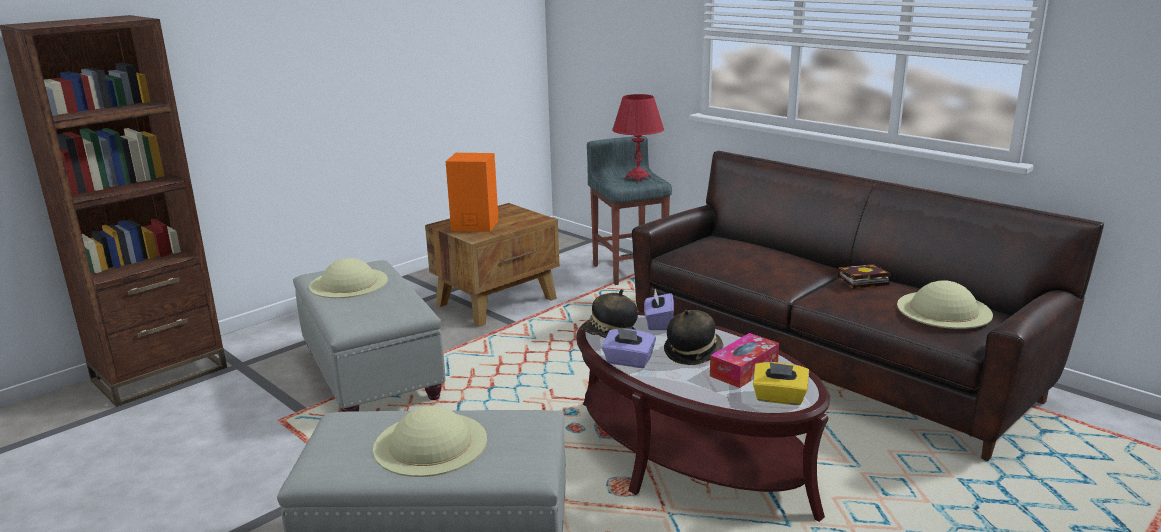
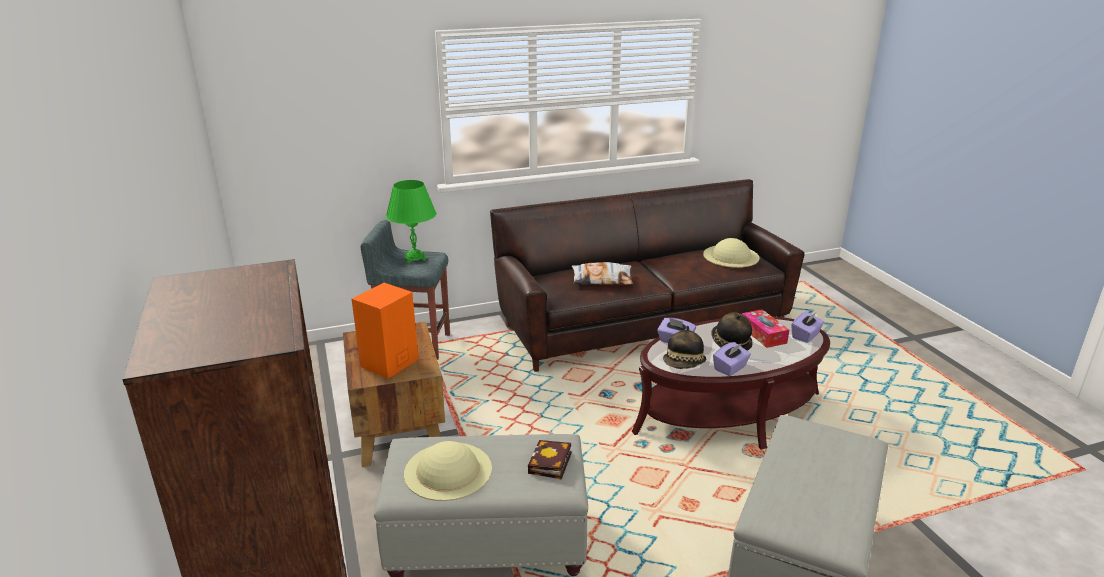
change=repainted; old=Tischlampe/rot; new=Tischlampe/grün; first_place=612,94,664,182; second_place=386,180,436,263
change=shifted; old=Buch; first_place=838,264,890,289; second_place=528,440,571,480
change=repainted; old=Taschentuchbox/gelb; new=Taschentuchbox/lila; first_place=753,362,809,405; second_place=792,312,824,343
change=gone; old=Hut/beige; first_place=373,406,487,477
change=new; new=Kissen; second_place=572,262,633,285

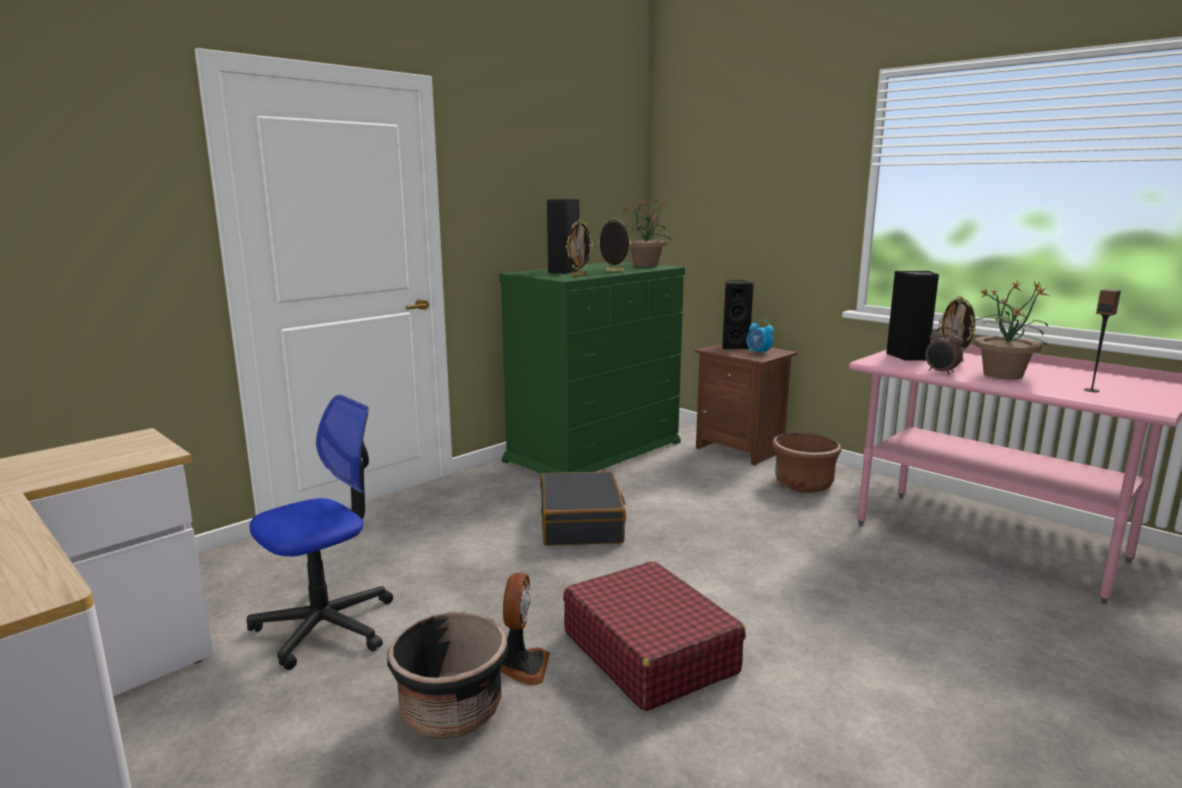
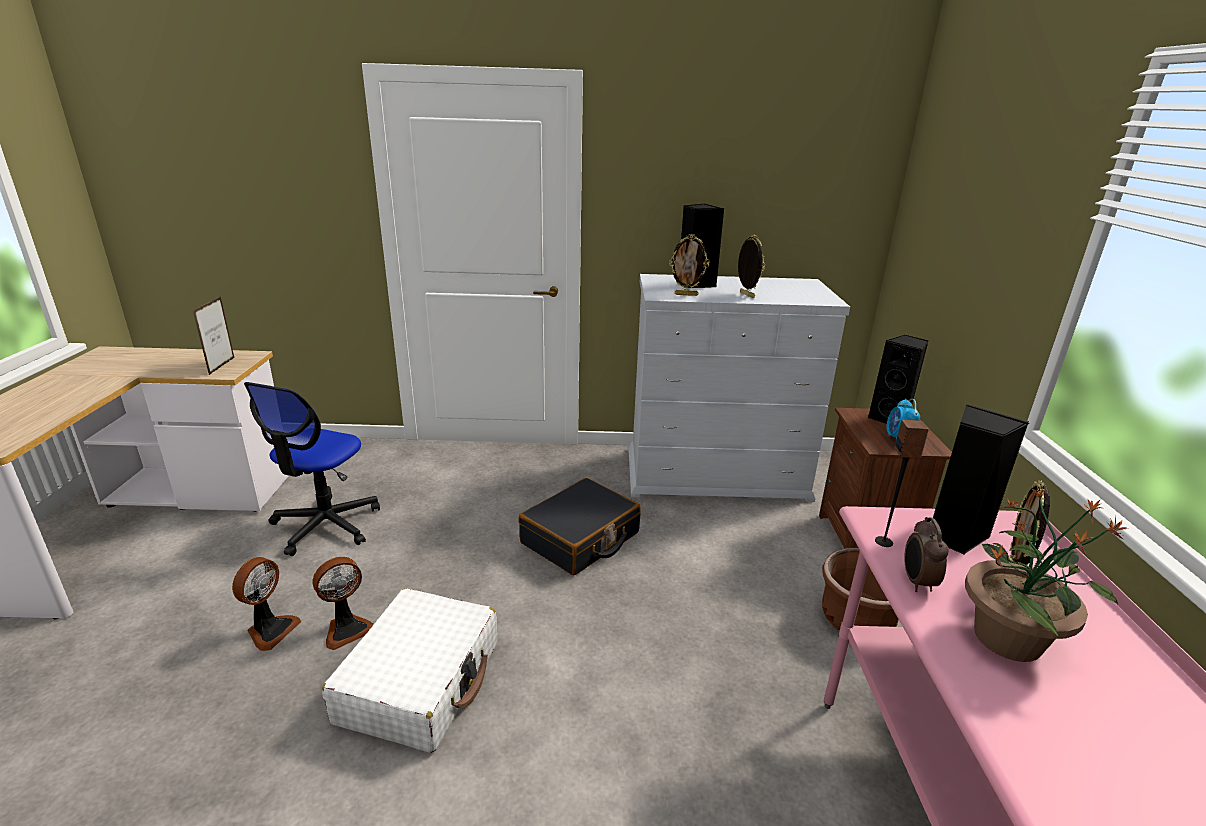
change=gone; old=Topfpflanze; first_place=621,199,672,267
change=repainted; old=Kommode/grün; new=Kommode/weiß; first_place=499,262,685,474; second_place=628,274,850,502
change=shifted; old=Lautsprecher; first_place=1084,289,1121,392; second_place=875,420,929,547
change=rotated; old=Bürostuhl; first_place=247,395,393,670; second_place=244,382,380,556; degrees=105
change=repainted; old=Koffer/rot; new=Koffer/weiß; first_place=563,561,746,711; second_place=322,588,497,753
change=swapped; old=Pflanzkübel/schwarz; new=Ventilator; first_place=387,613,508,739; second_place=232,557,301,651
change=new; new=Bilderrahmen; second_place=193,296,235,375

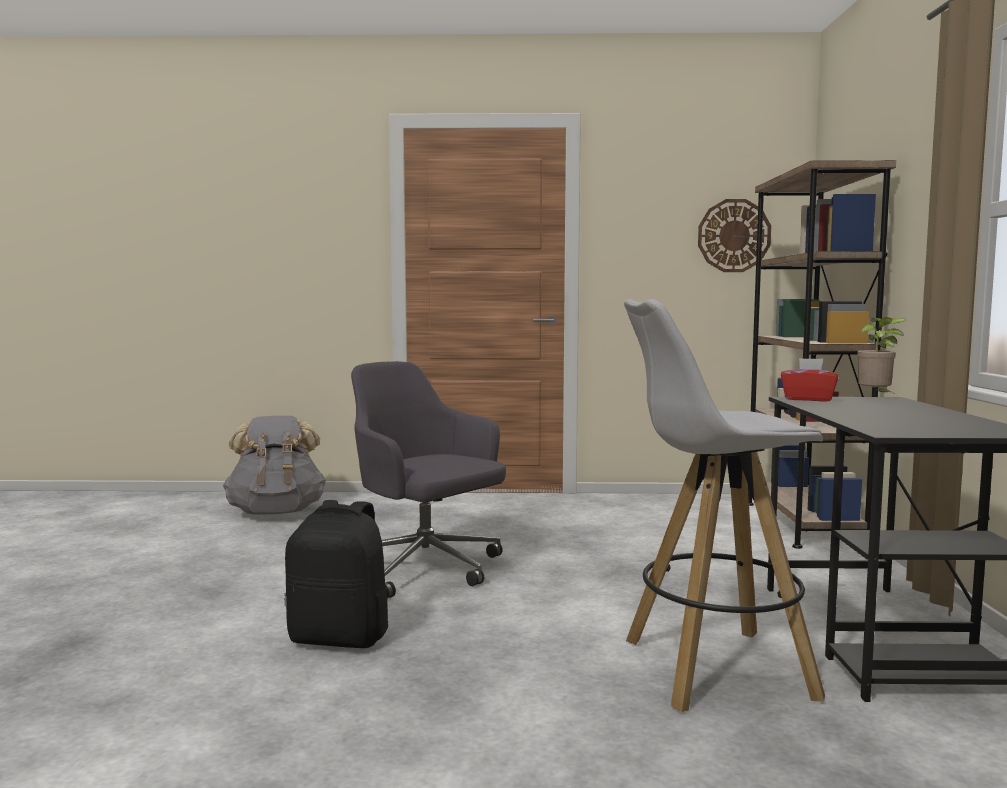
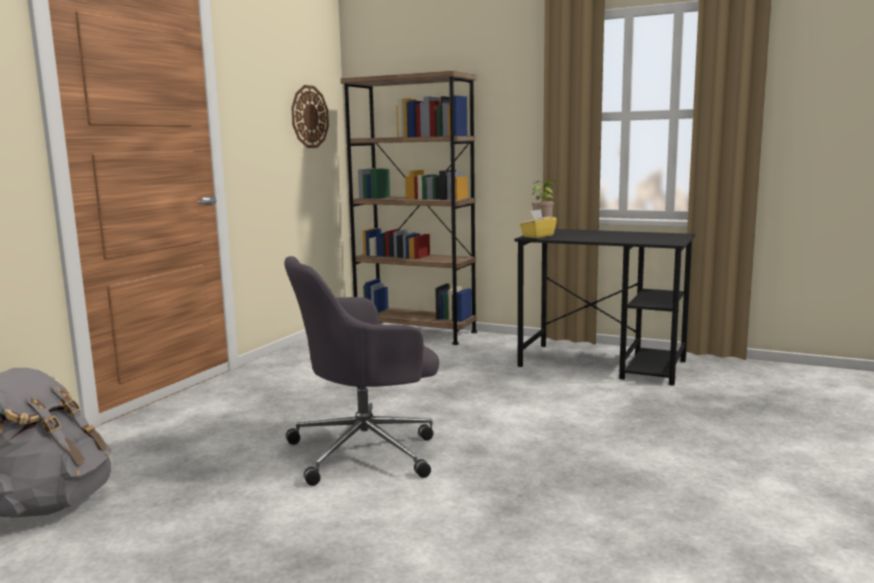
change=gone; old=Hocker/weiß; first_place=624,299,825,712
change=repainted; old=Taschentuchbox/rot; new=Taschentuchbox/gelb; first_place=781,358,838,402; second_place=520,209,557,238
change=gone; old=Rucksack/schwarz; first_place=285,500,388,648

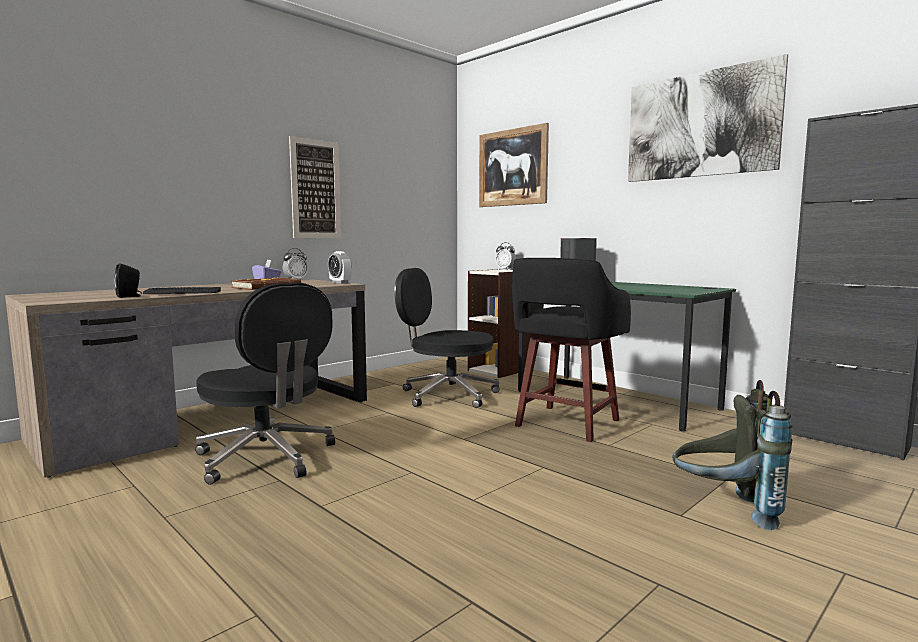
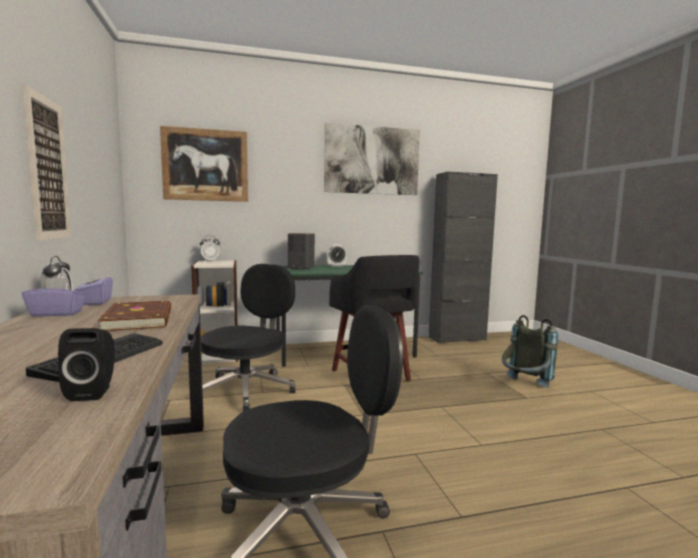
change=shifted; old=Wecker; first_place=328,251,352,284; second_place=326,244,347,267
change=rotated; old=Bürostuhl/schwarz; first_place=394,268,500,408; second_place=201,264,296,412; degrees=150
change=new; new=Taschentuchbox/lila; second_place=75,270,113,305

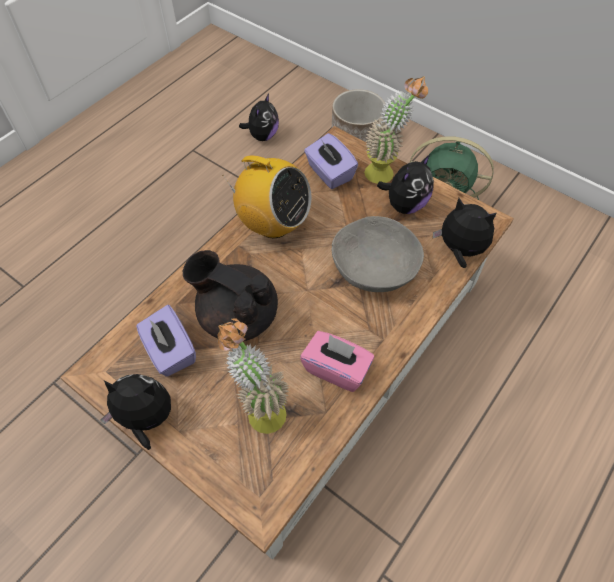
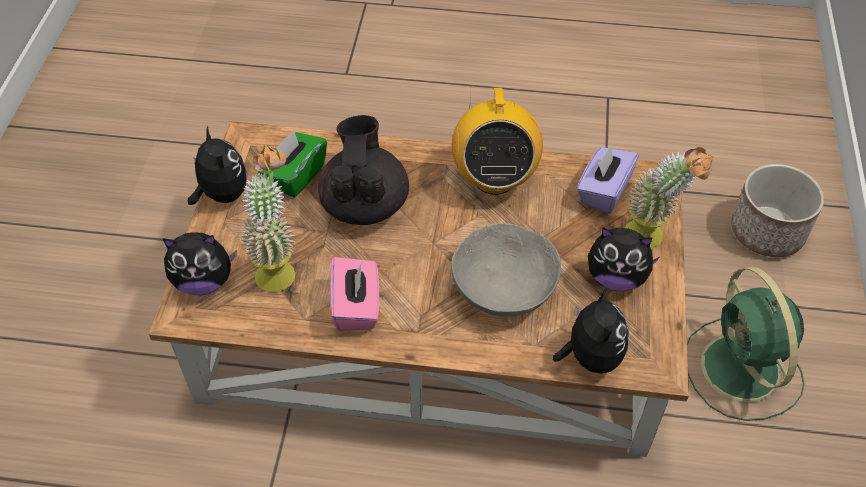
change=shifted; old=Plüschtier; first_place=239,94,279,141; second_place=163,232,237,295
change=repainted; old=Taschentuchbox/lila; new=Taschentuchbox/grün; first_place=136,305,196,376; second_place=259,130,327,198

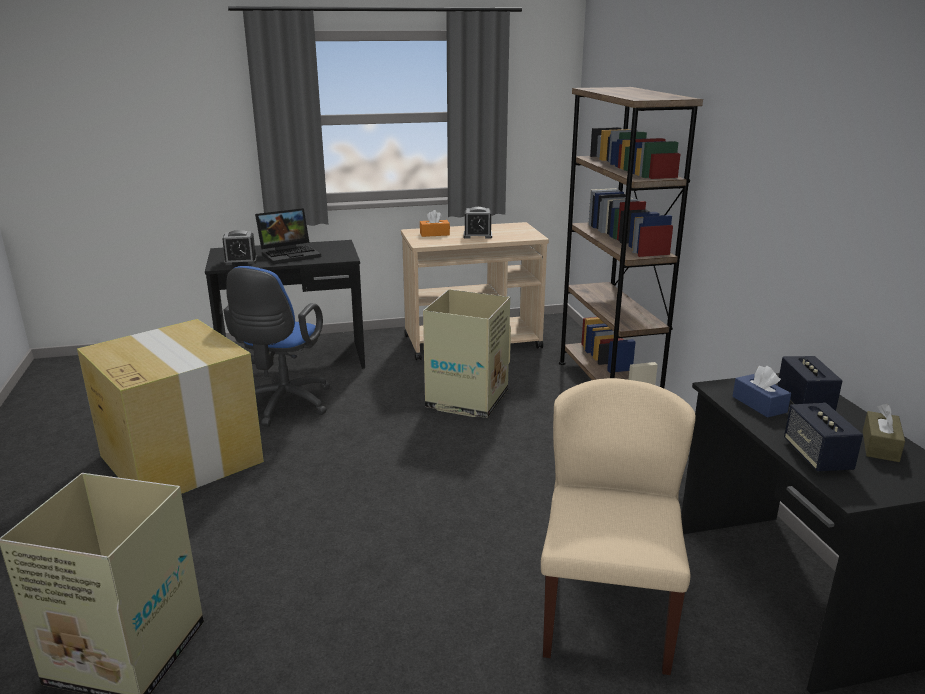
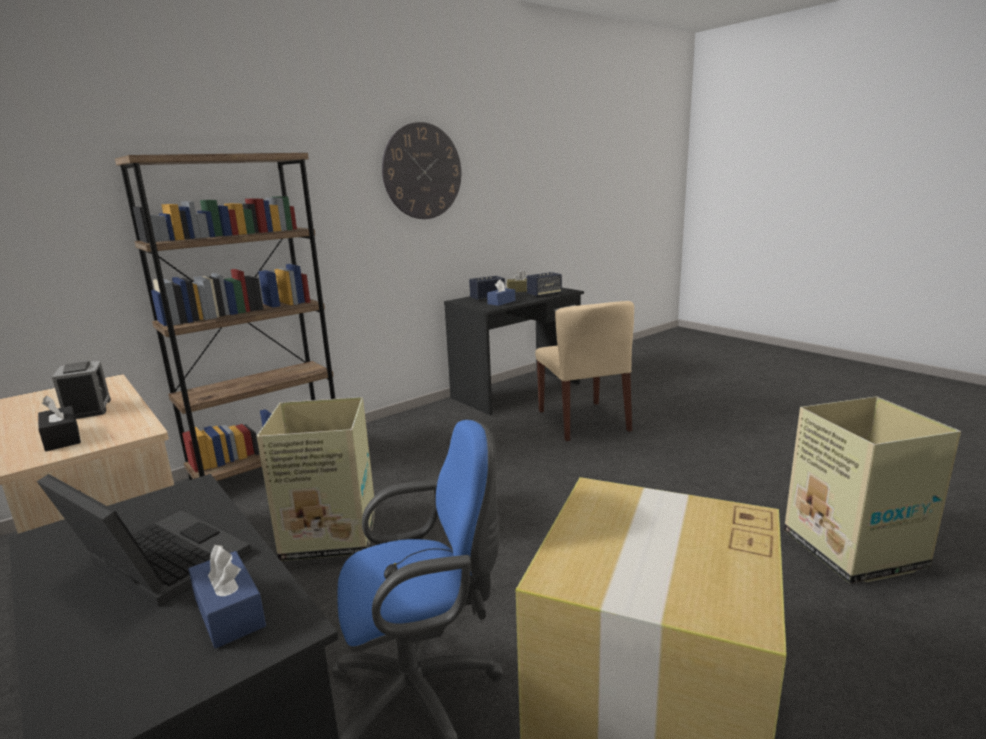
change=repainted; old=Taschentuchbox/orange; new=Taschentuchbox/schwarz; first_place=420,210,450,237; second_place=38,395,81,451
change=swapped; old=Wecker; new=Taschentuchbox/blau; first_place=222,230,257,265; second_place=188,545,266,649
change=rotated; old=Stuhl/beige; first_place=541,378,696,675; second_place=535,301,634,441; degrees=-90
change=new; new=Wanduhr; second_place=382,122,461,219

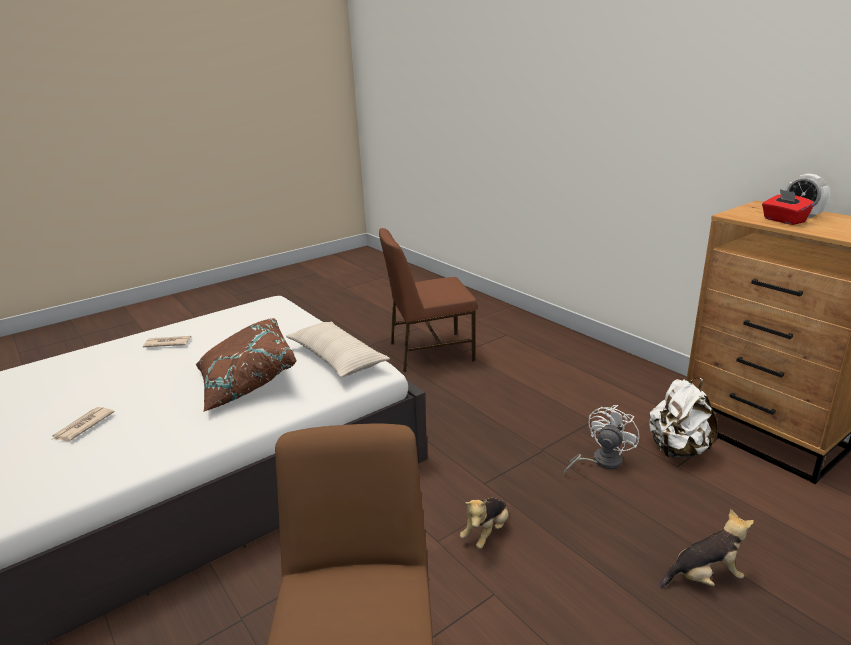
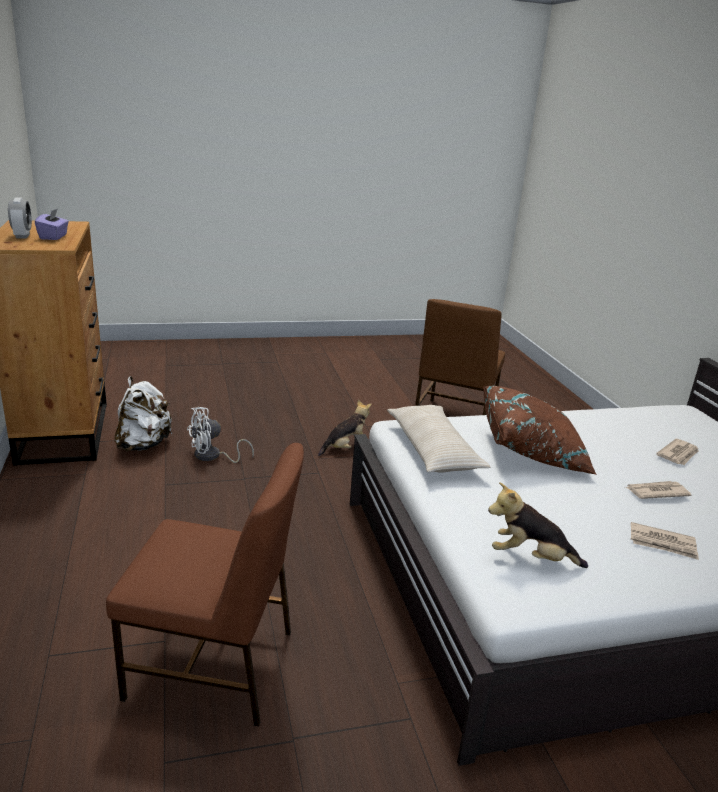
change=repainted; old=Taschentuchbox/rot; new=Taschentuchbox/lila; first_place=762,189,814,225; second_place=35,208,69,240
change=shifted; old=Plüschtier; first_place=660,509,754,588; second_place=488,482,588,568
change=new; new=Zeitung; second_place=626,481,691,499

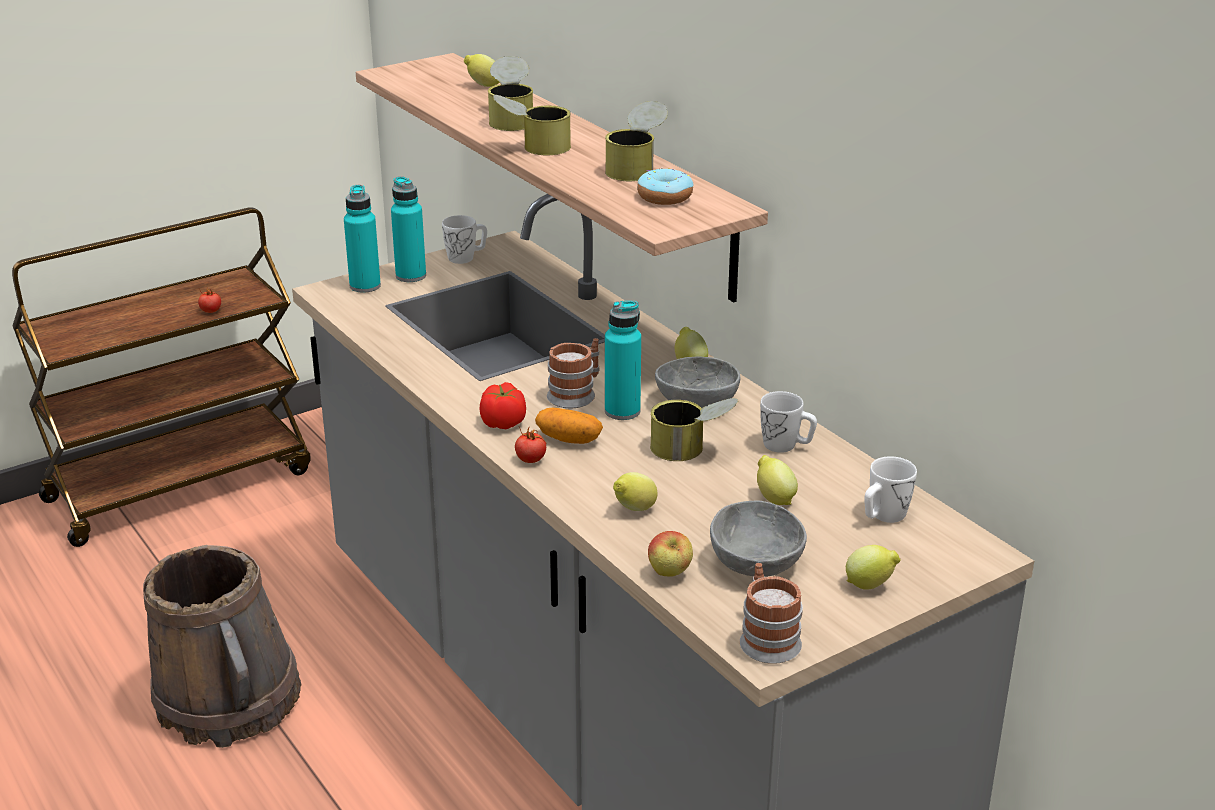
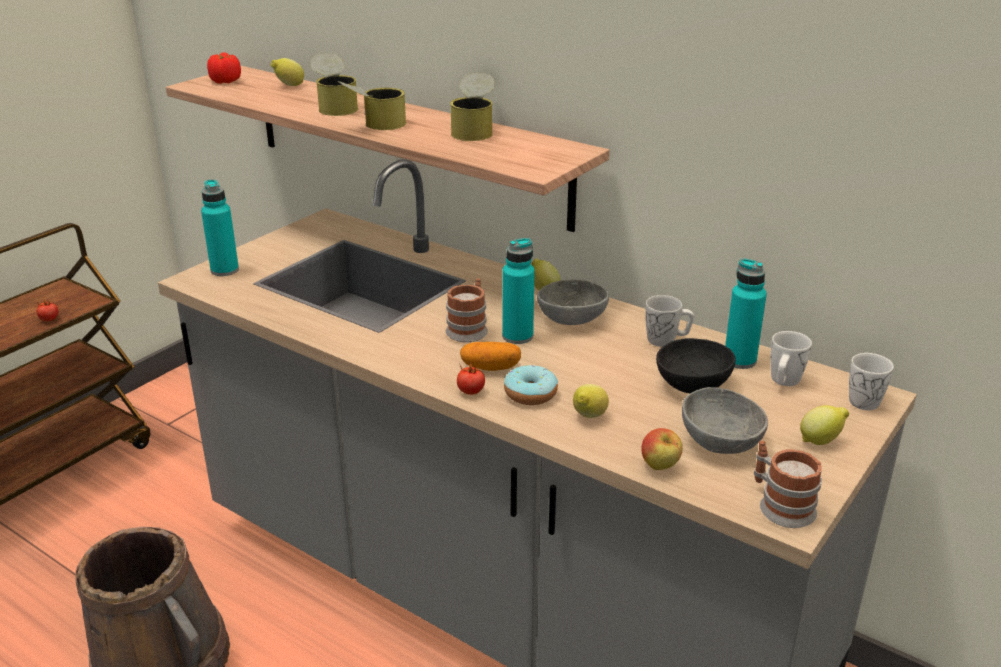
change=shifted; old=Donut; first_place=637,168,694,205; second_place=504,365,558,405
change=shifted; old=Flasche/türkis; first_place=391,176,426,282; second_place=725,258,767,369
change=shifted; old=Henkelbecher/weiß; first_place=442,215,487,264; second_place=849,353,894,410
change=shifted; old=Tomate; first_place=480,382,526,429; second_place=207,52,241,84
change=gone; old=Dose; first_place=650,398,738,461
change=swapped; old=Zitrone; new=Schüssel/schwarz; first_place=757,455,798,505; second_place=656,338,736,393

